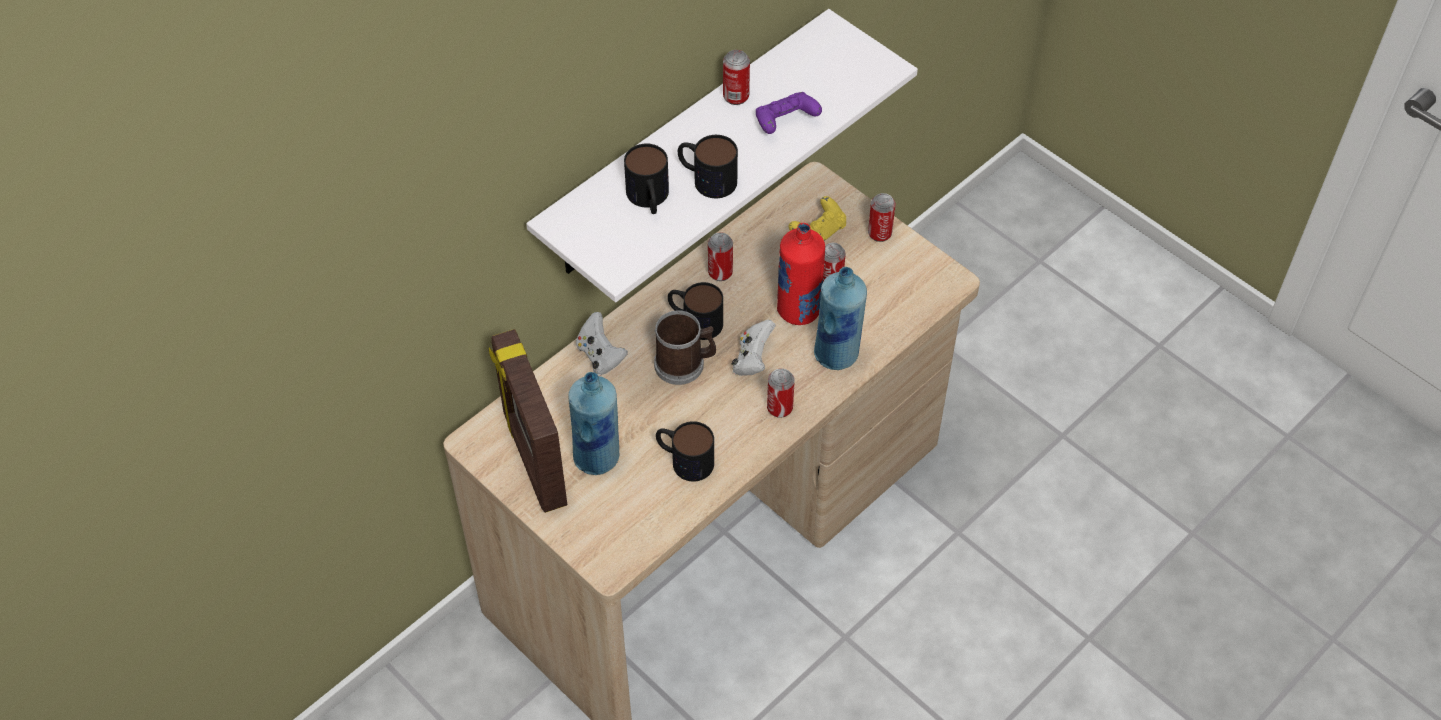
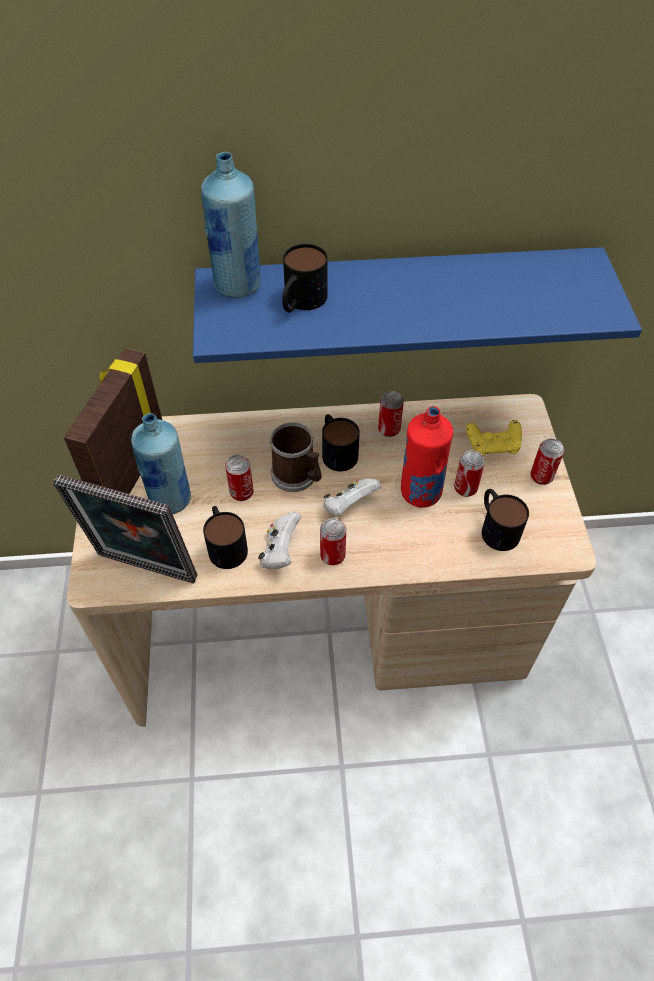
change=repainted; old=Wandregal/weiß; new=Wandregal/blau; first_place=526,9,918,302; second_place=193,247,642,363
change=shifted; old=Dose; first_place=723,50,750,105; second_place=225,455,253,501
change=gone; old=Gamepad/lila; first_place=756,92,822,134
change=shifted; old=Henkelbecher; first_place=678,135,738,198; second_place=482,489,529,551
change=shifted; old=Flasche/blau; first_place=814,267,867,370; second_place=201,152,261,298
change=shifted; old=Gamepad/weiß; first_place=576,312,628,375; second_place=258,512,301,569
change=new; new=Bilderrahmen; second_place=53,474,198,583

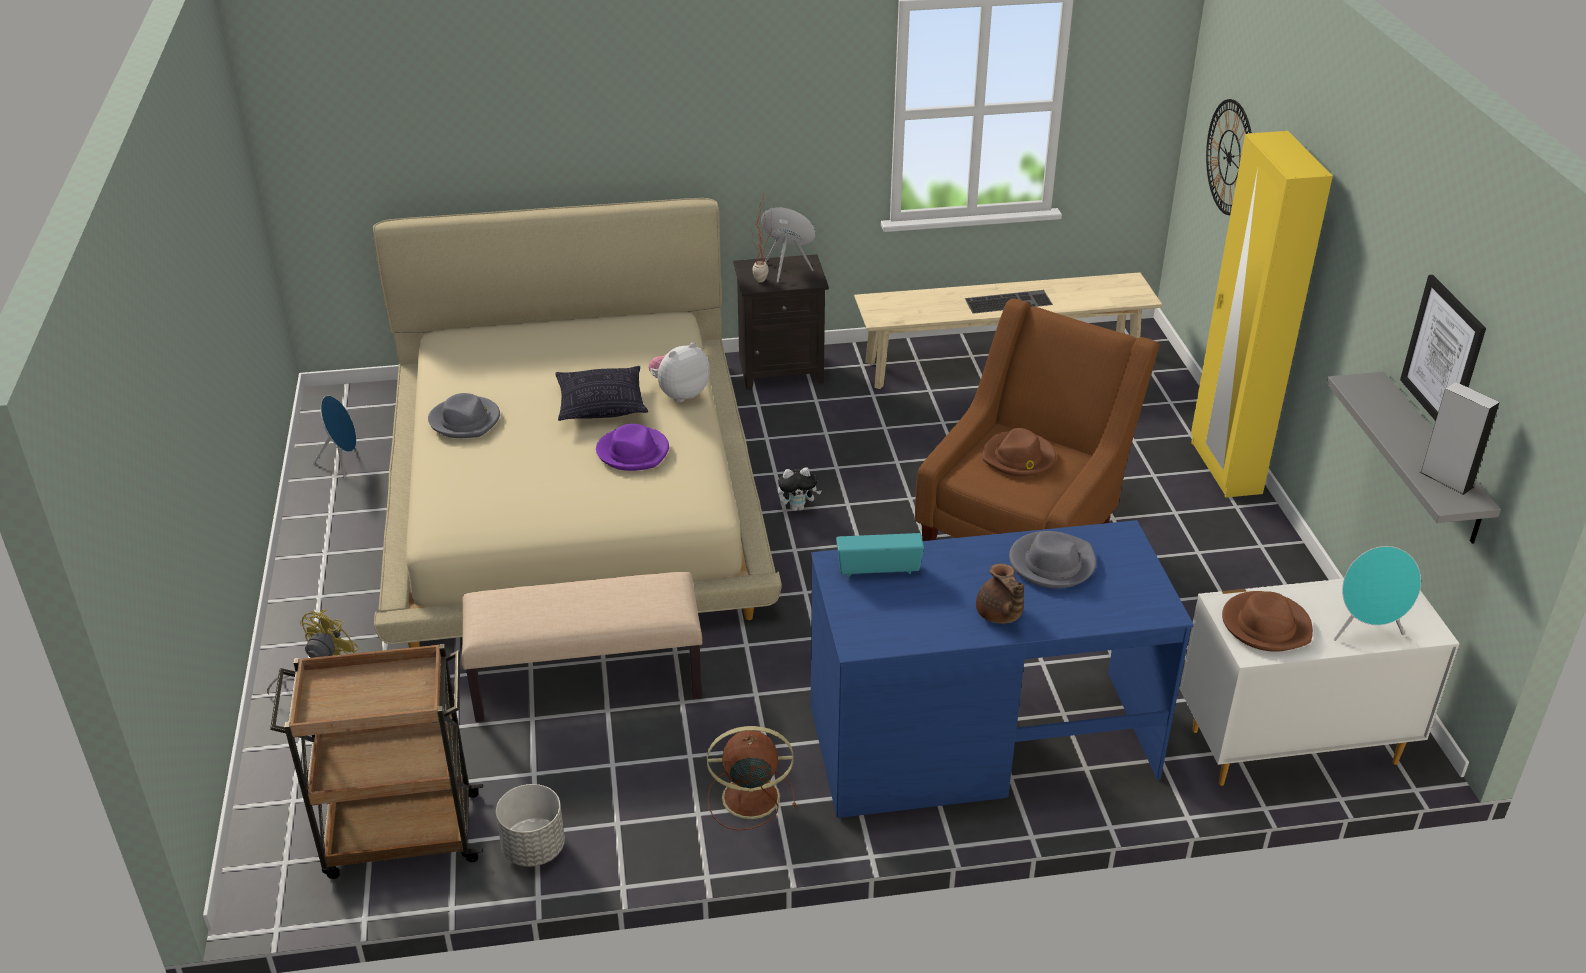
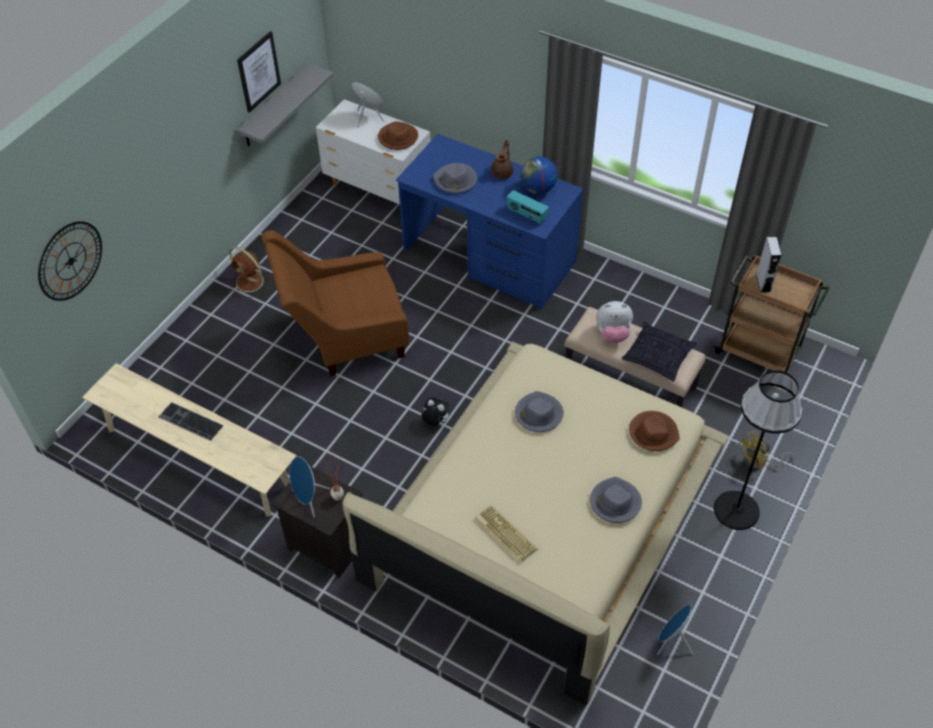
change=gone; old=Kleiderschrank/gelb; first_place=1191,131,1333,498
change=shifted; old=Plüschtier; first_place=648,343,710,402; second_place=596,301,633,343
change=shifted; old=Kissen; first_place=555,366,648,421; second_place=622,322,697,382
change=shifted; old=Lautsprecher/grau; first_place=1419,382,1500,495; second_place=756,237,781,293
change=repainted; old=Hut/lila; new=Hut/grau; first_place=596,424,669,471; second_place=515,391,564,432
change=shifted; old=Hut/braun; first_place=982,428,1056,477; second_place=629,411,679,451
change=shifted; old=Ventilator/braun; first_place=707,726,796,830; second_place=229,247,272,298
change=gone; old=Pflanzkübel/grau; first_place=496,784,565,867
change=new; new=Globus; second_place=520,156,558,194
change=new; new=Stehlampe/schwarz; second_place=714,371,803,530
change=new; new=Tastatur; second_place=475,505,538,562

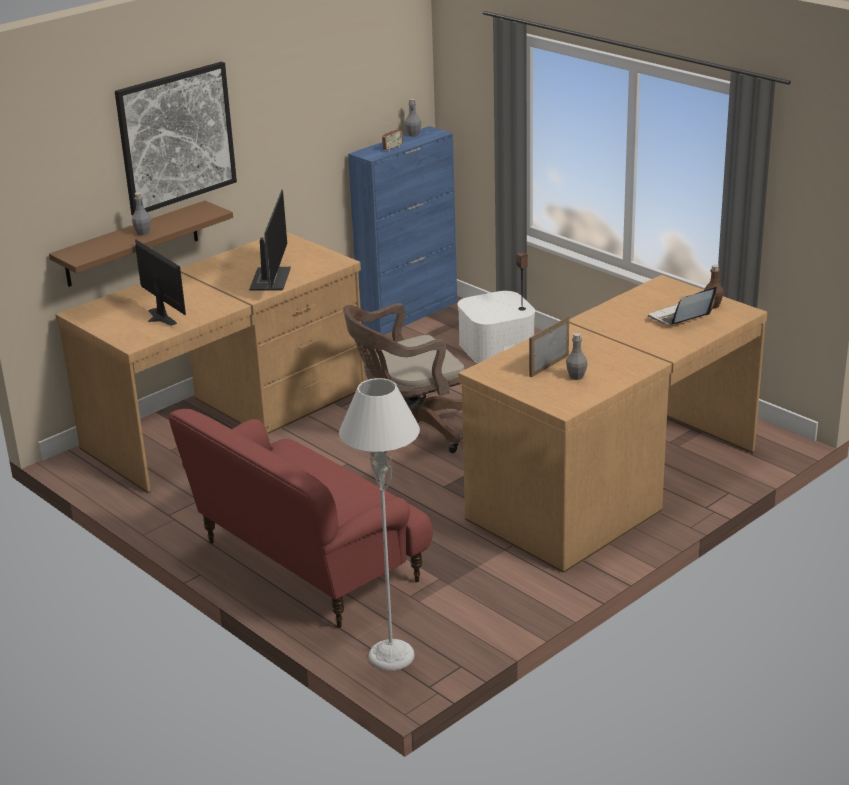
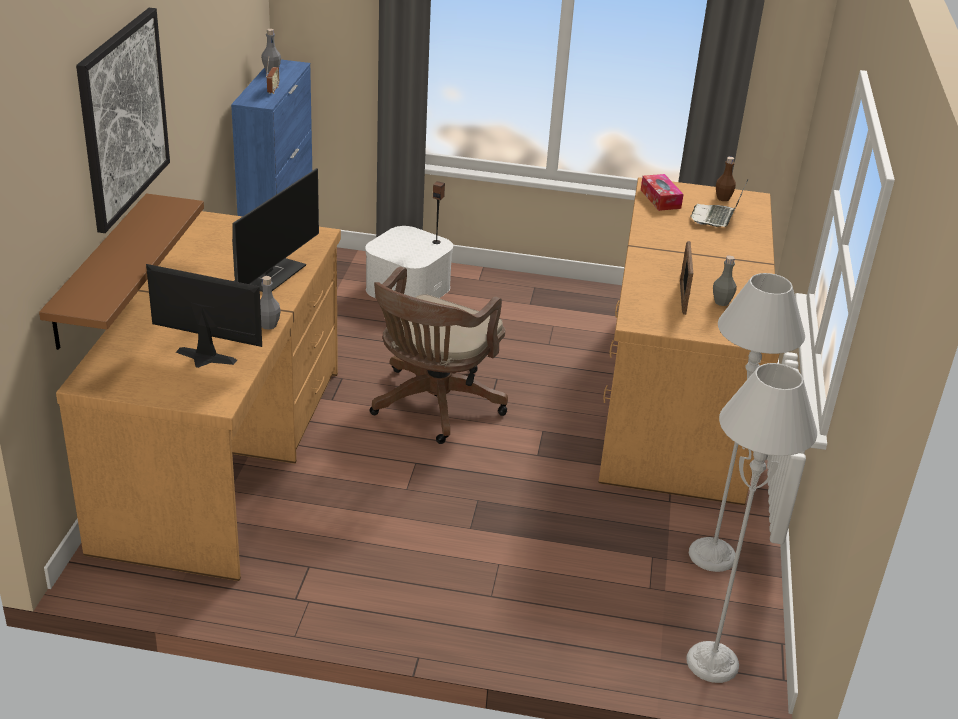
change=rotated; old=Monitor; first_place=249,190,291,291; second_place=232,168,319,292; degrees=60
change=shifted; old=Flasche/grau; first_place=132,192,151,235; second_place=260,276,281,330
change=gone; old=Sofa/rot; first_place=169,409,433,628
change=new; new=Taschentuchbox; second_place=641,174,684,211
change=new; new=Stehlampe/grau; second_place=689,273,805,572

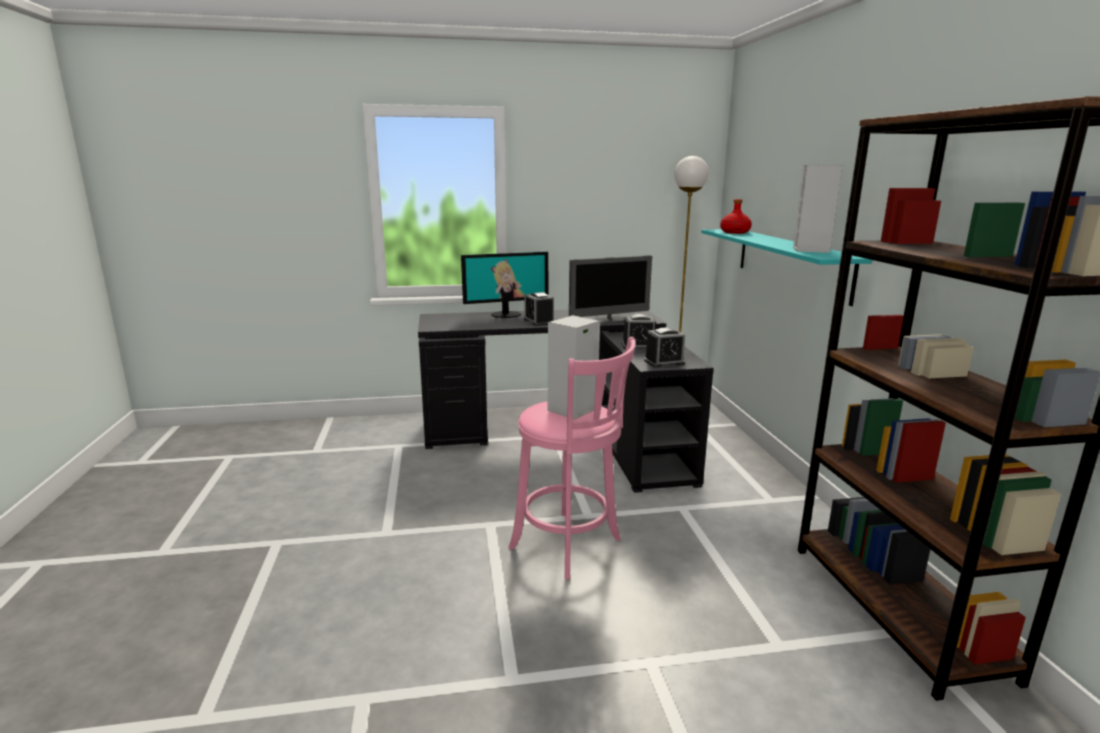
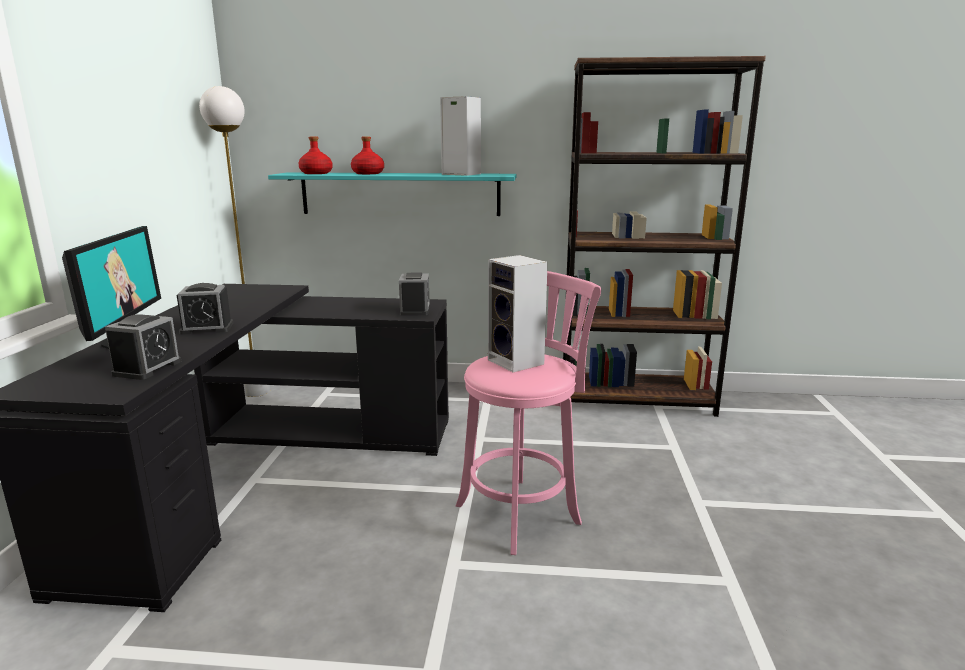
change=gone; old=Monitor; first_place=569,255,652,325
change=shifted; old=Wecker; first_place=622,314,656,349; second_place=105,314,181,380
change=new; new=Flasche/rot; second_place=351,137,384,174

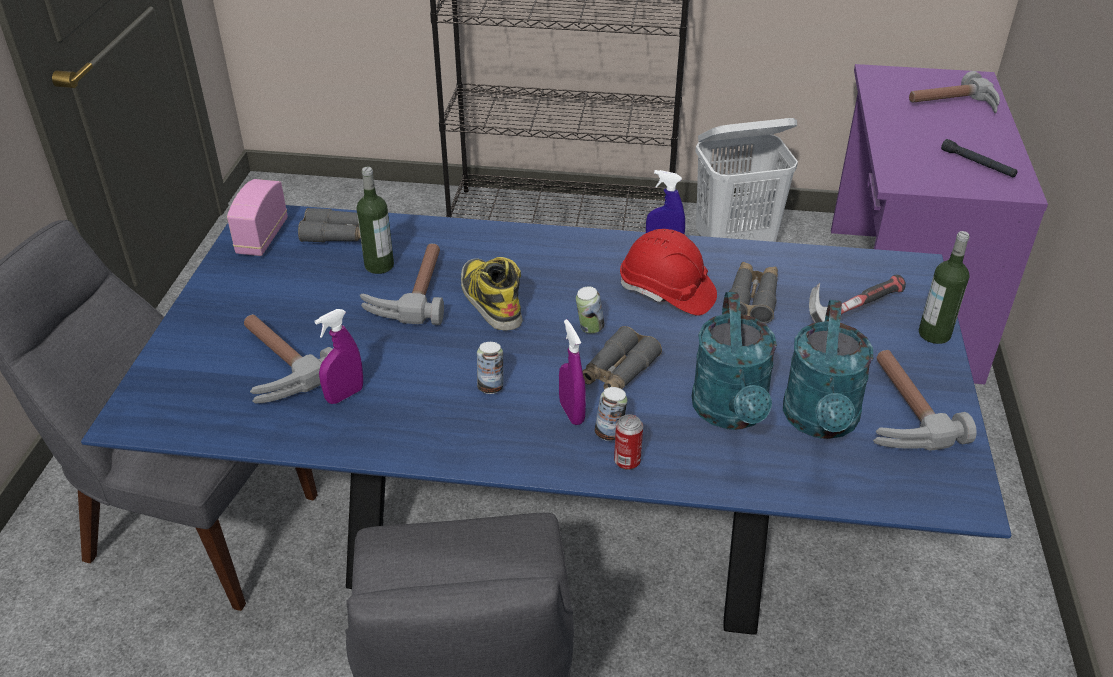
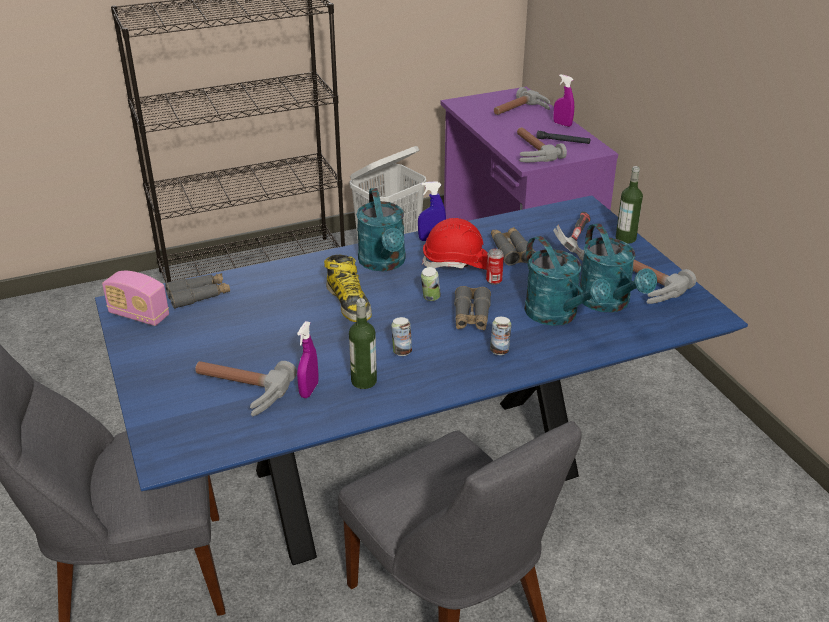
change=shifted; old=Flasche; first_place=357,167,394,274; second_place=349,298,377,389
change=rotated; old=Radio; first_place=227,179,288,256; second_place=102,271,169,326; degrees=-45
change=shifted; old=Hammer; first_place=360,244,444,325; second_place=517,127,567,162
change=rotated; old=Stiefel; first_place=461,257,522,330; second_place=324,255,372,322; degrees=-150
change=shifted; old=Sprühflasche/lila; first_place=559,319,586,425; second_place=554,74,574,127
change=shifted; old=Dose; first_place=614,414,643,470; second_place=486,249,504,285
change=new; new=Gießkanne/türkis; second_place=356,188,406,271

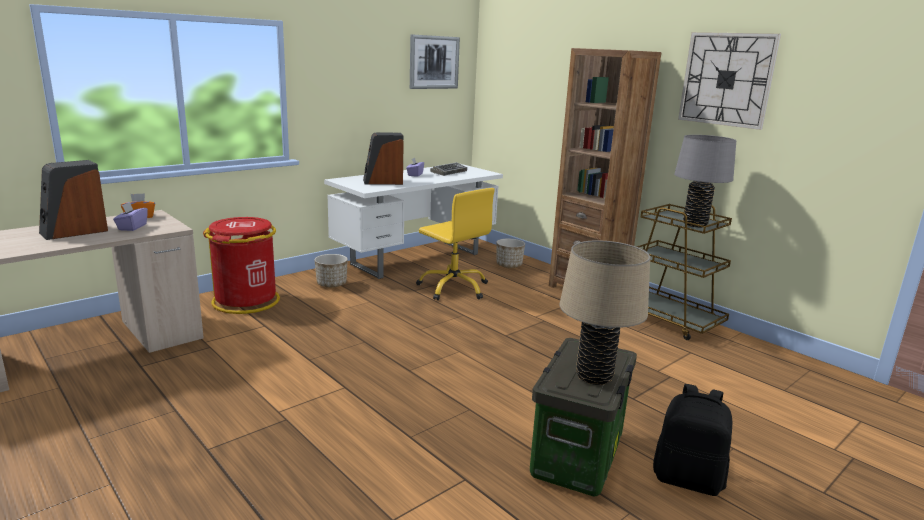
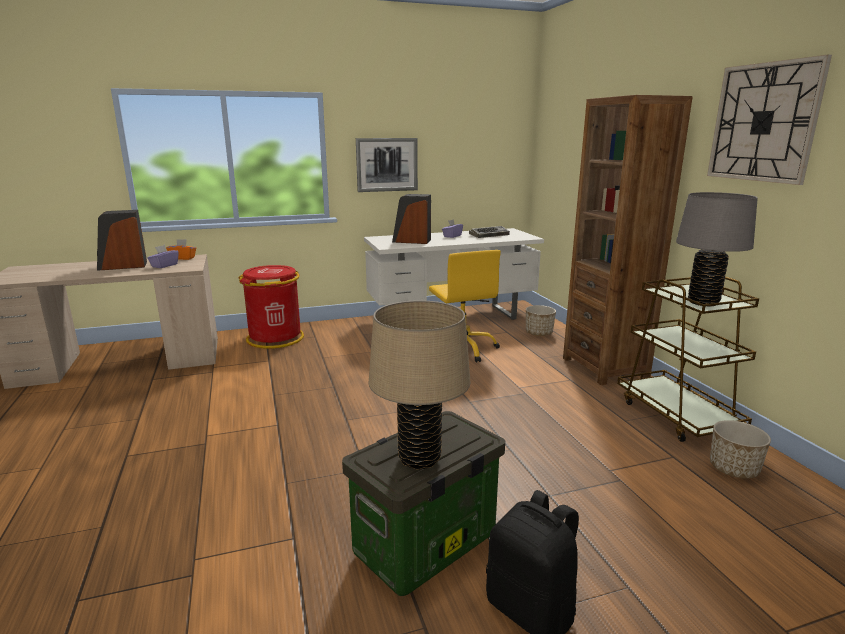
change=shifted; old=Bild; first_place=410,34,460,89; second_place=356,138,418,192
change=shifted; old=Pflanzkübel; first_place=314,254,348,288; second_place=710,420,771,479

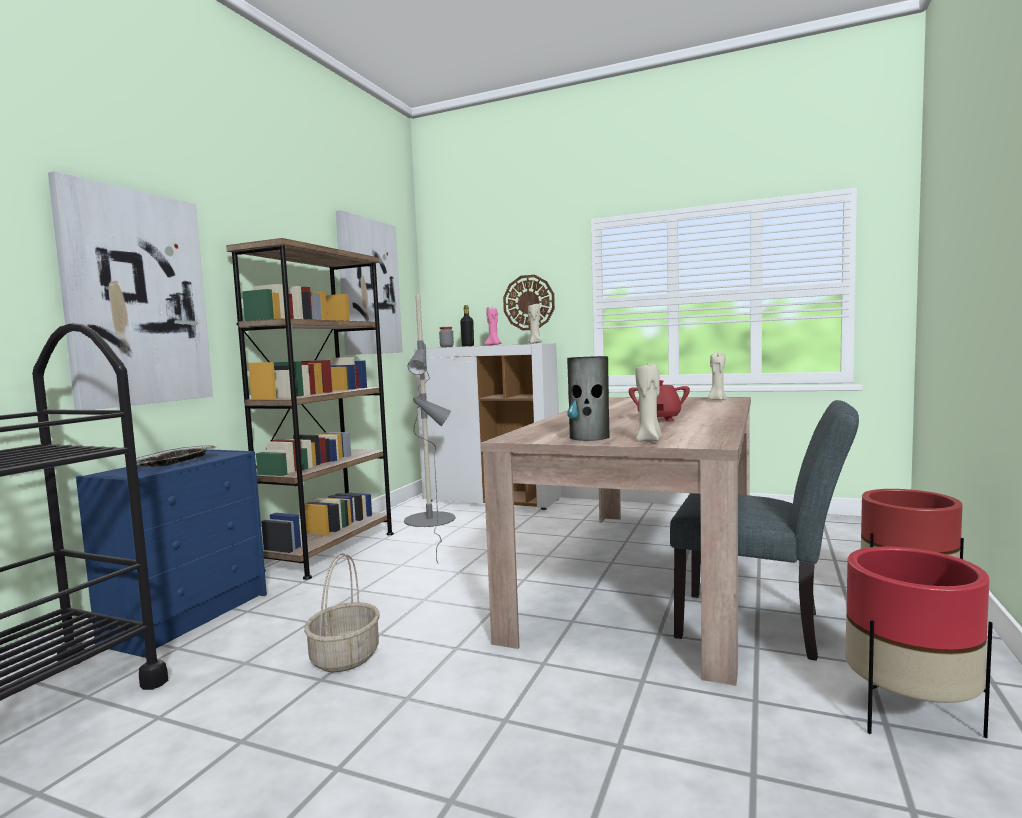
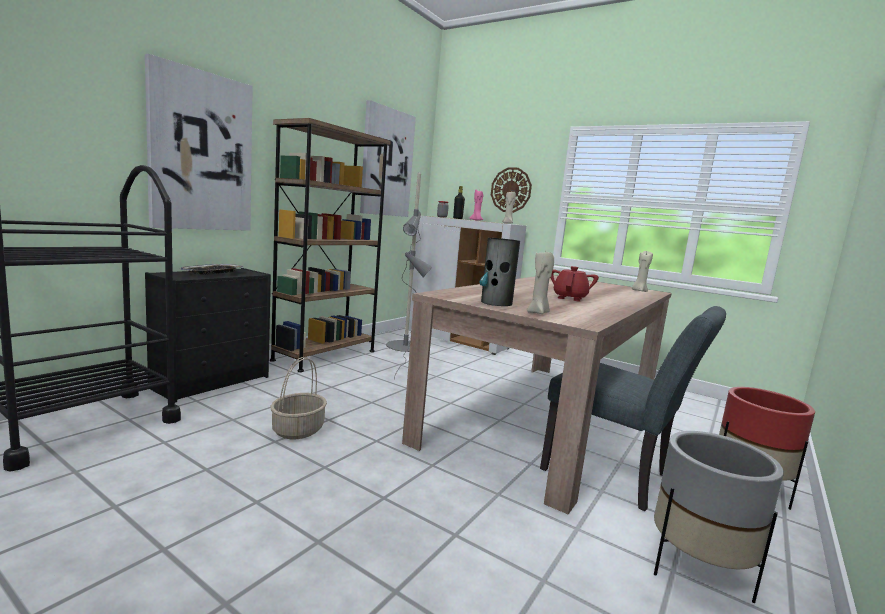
change=repainted; old=Kommode/blau; new=Kommode/schwarz; first_place=76,449,267,658; second_place=145,268,271,403
change=repainted; old=Pflanzkübel/rot; new=Pflanzkübel/grau; first_place=845,547,993,738; second_place=654,431,784,604

